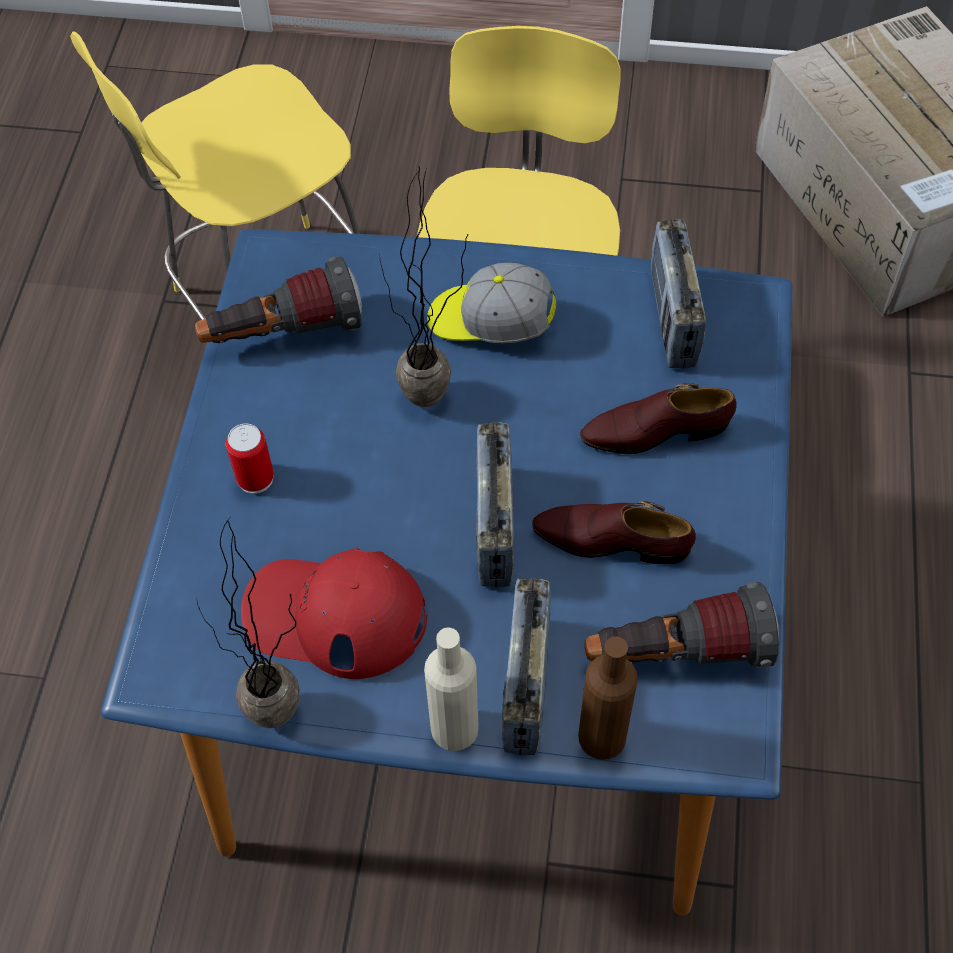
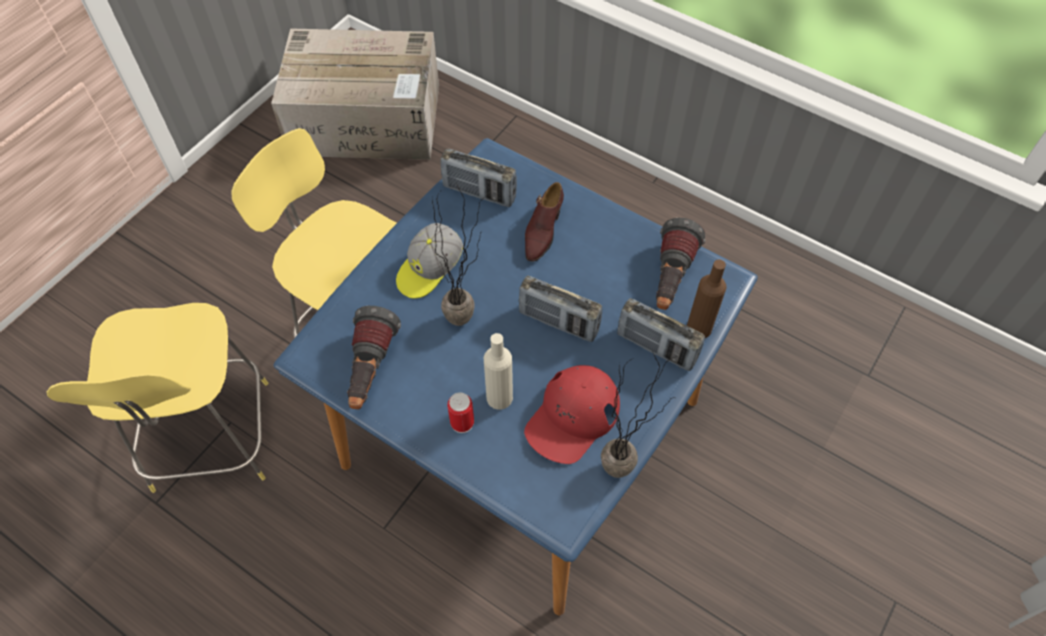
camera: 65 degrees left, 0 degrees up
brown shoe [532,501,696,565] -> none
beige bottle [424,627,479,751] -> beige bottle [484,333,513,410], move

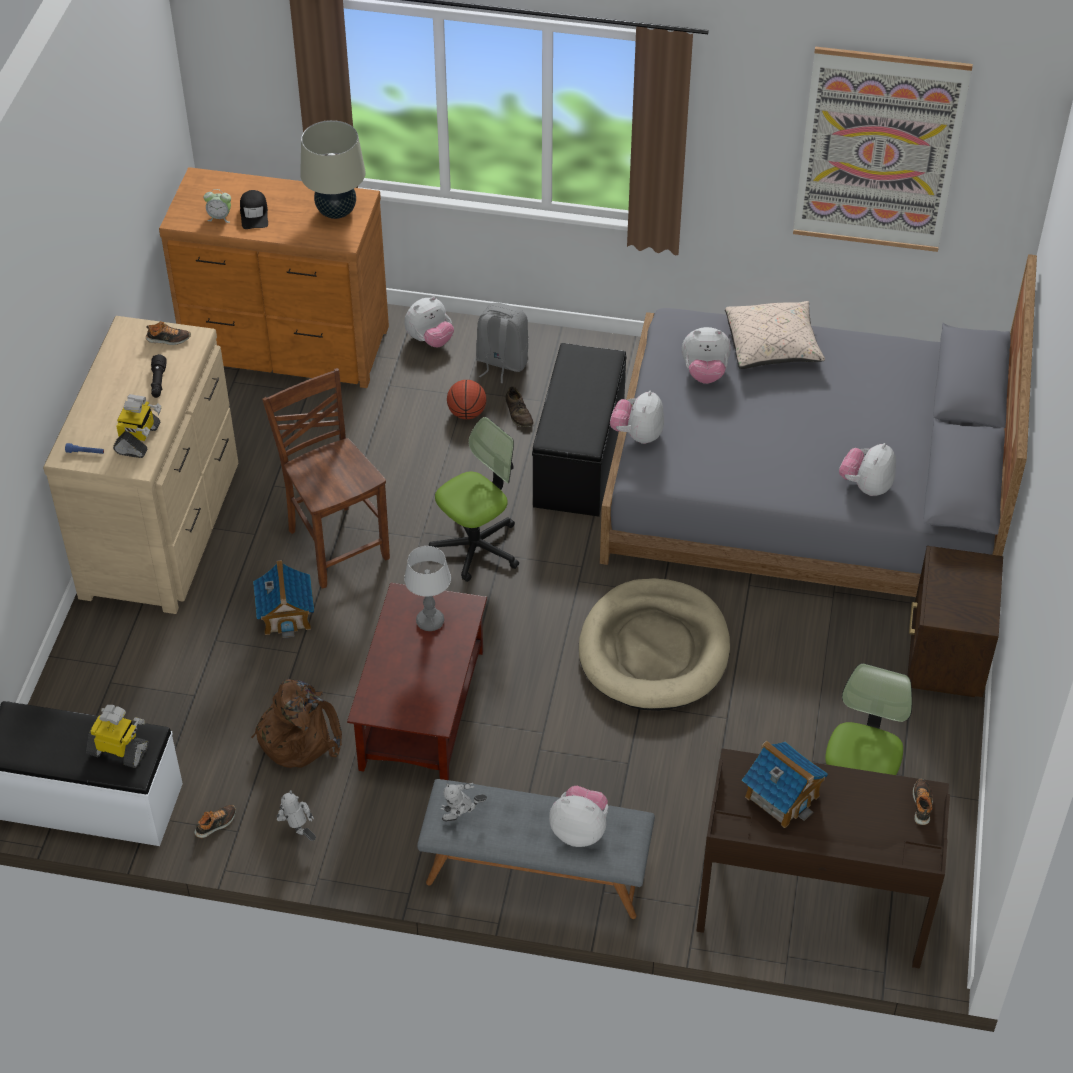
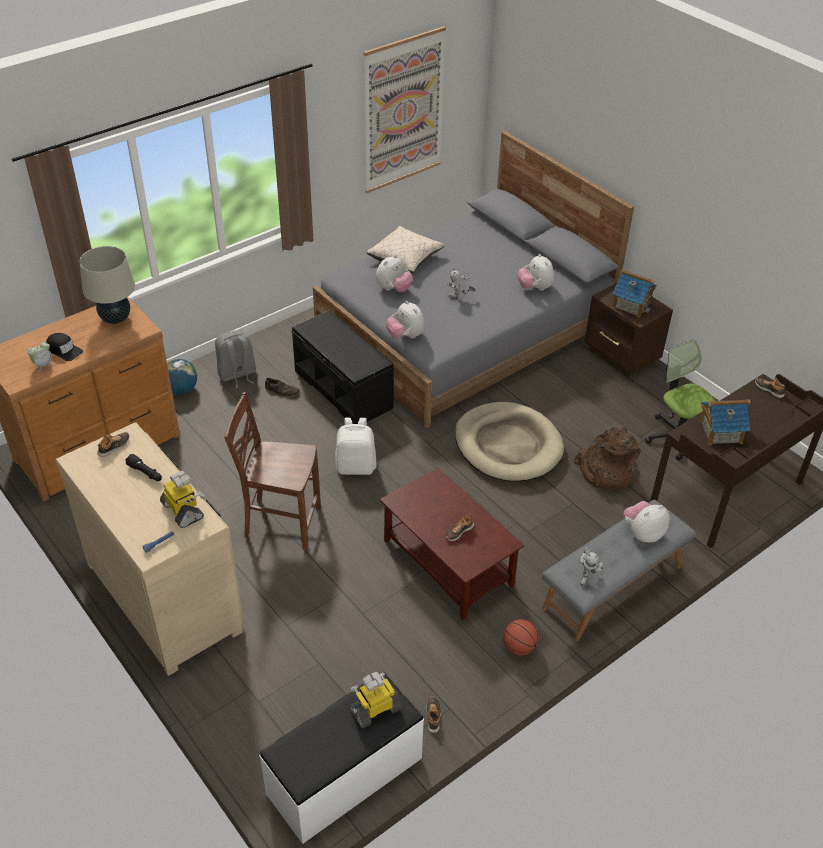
camera: 50 degrees left, 5 degrees down
table lamp [404,546,451,631] -> none
none -> shoe [445,515,474,541]
brown backpack [251,679,342,768] -> brown backpack [574,426,641,490], move
toy house [253,560,314,638] -> toy house [612,269,657,317], move
toy robot [277,790,316,841] -> toy robot [447,268,476,299], move
basketball [447,380,486,419] -> basketball [503,619,539,656], move
plush toy [404,296,454,347] -> globe [167,359,197,394]
office chair [428,417,519,582] -> white backpack [335,418,377,475]

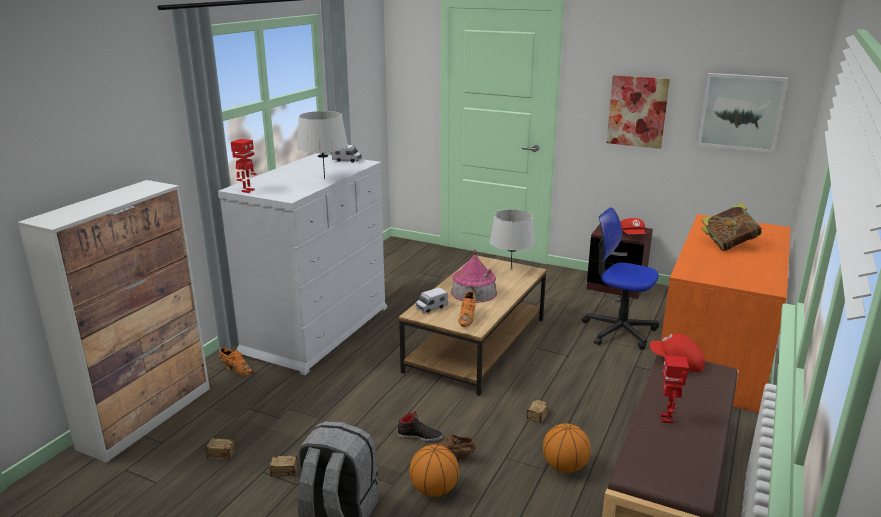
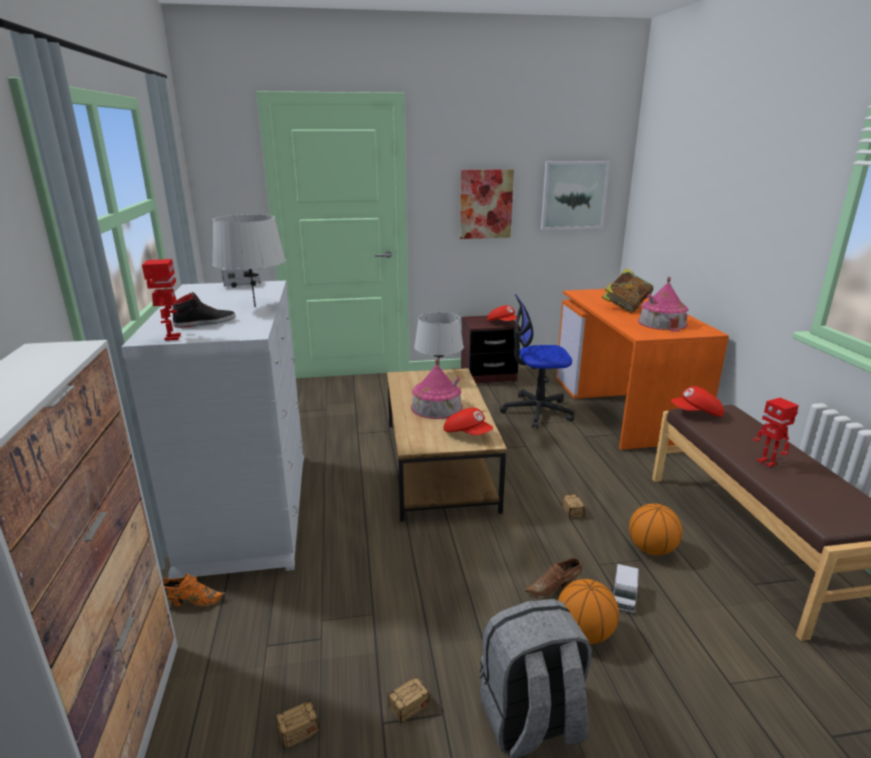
camera: 35 degrees left, 0 degrees up
none -> toy house [638,277,688,332]
black shoe [397,411,443,442] -> black shoe [172,292,236,328], move
toy truck [416,287,448,313] -> toy truck [611,564,640,613], move
orange shoe [458,291,476,327] -> red cap [444,408,493,435]

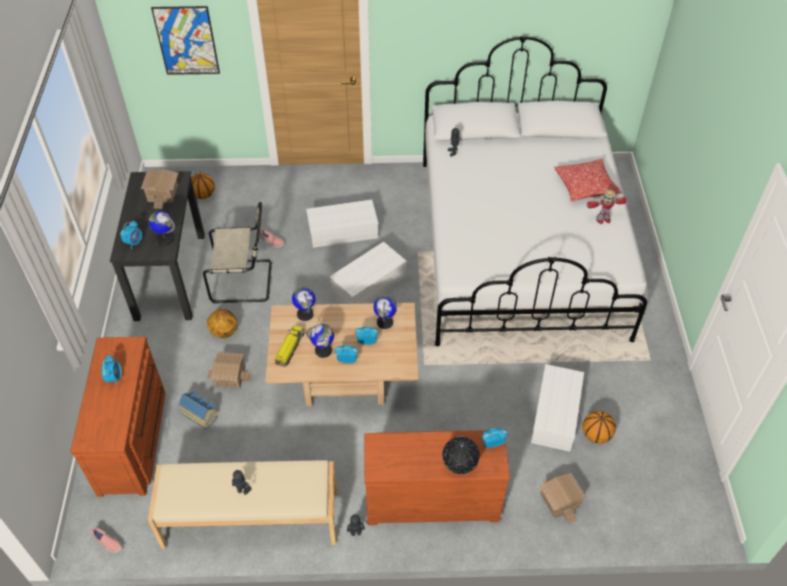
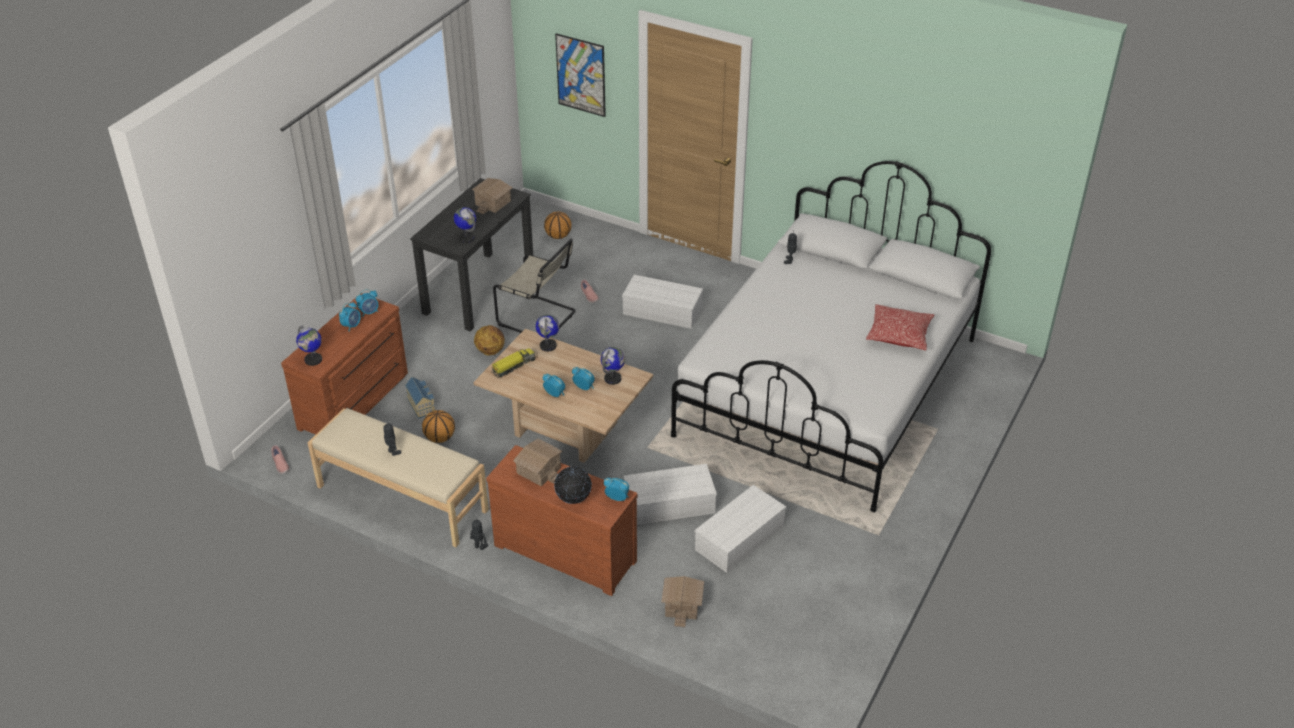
camera: 30 degrees right, 10 degrees down
toy robot [587,190,627,224] -> none
alarm clock [120,221,142,249] -> alarm clock [356,289,378,317], move
toy house [207,352,252,388] -> toy house [513,438,562,486], move
globe [306,324,334,358] -> globe [296,326,322,366], move
white storage box [329,242,407,304] -> white storage box [624,464,717,525], move
basketball [583,411,616,444] -> basketball [422,410,455,443], move

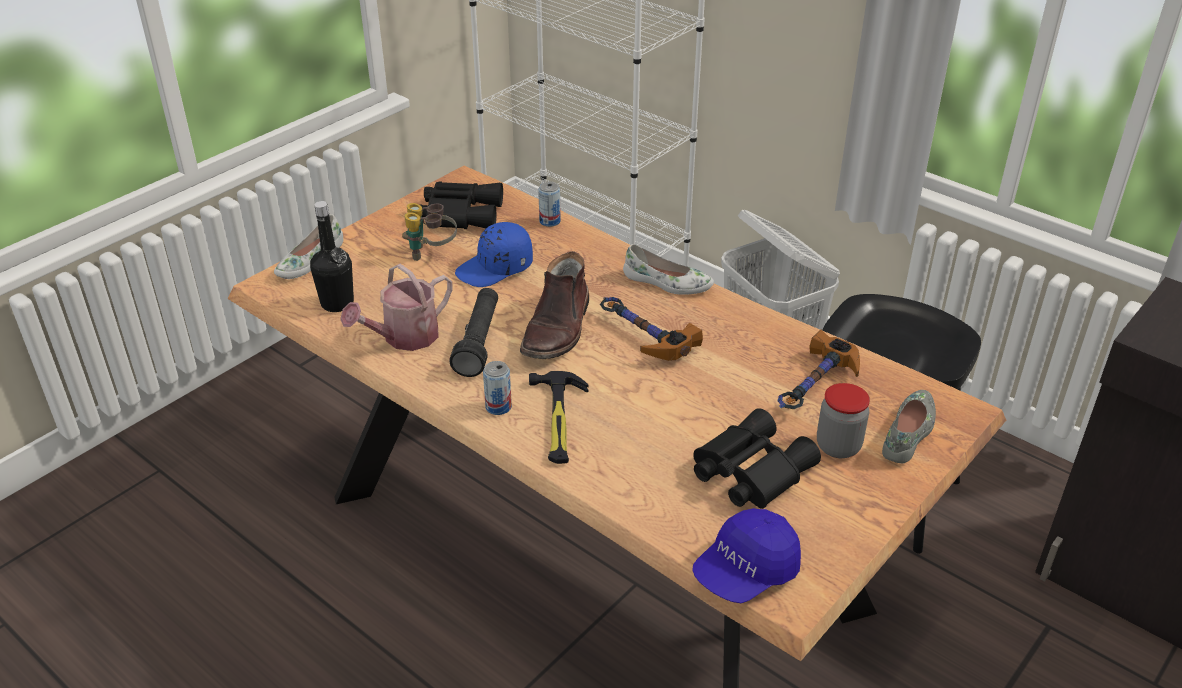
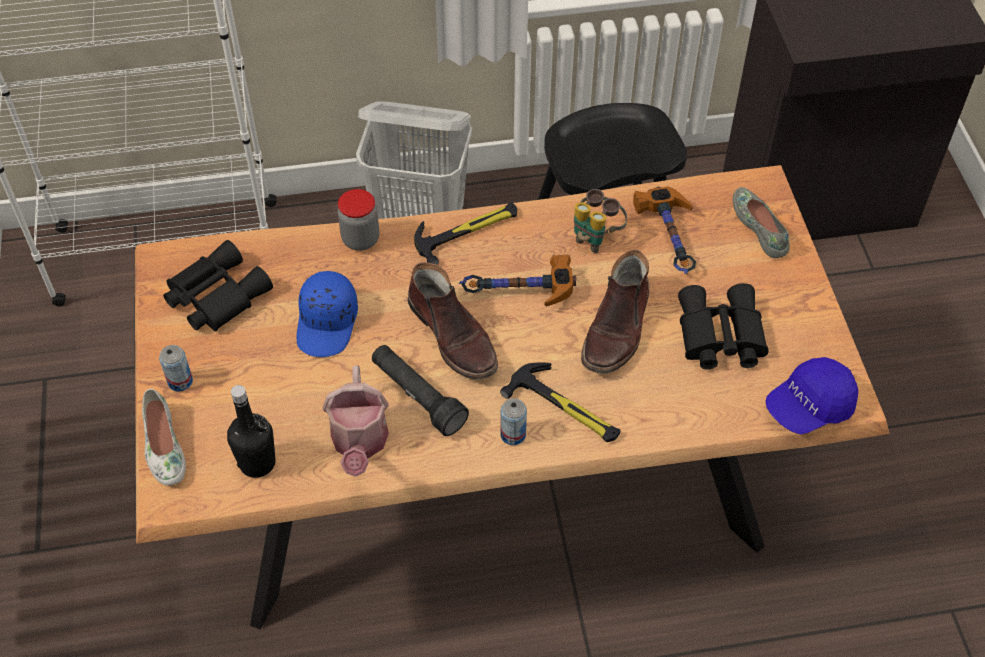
camera: 50 degrees left, 15 degrees up
none -> brown boot [581,250,649,374]
binoculars [402,203,457,261] -> binoculars [574,189,627,253], move
can [538,182,561,227] -> can [159,345,193,391], move
jar [817,383,870,458] -> jar [338,189,379,251], move
white shoe [623,244,714,295] -> hammer [414,202,517,265]
blue cap [692,508,801,603] -> blue cap [765,357,858,434], 60 degrees clockwise

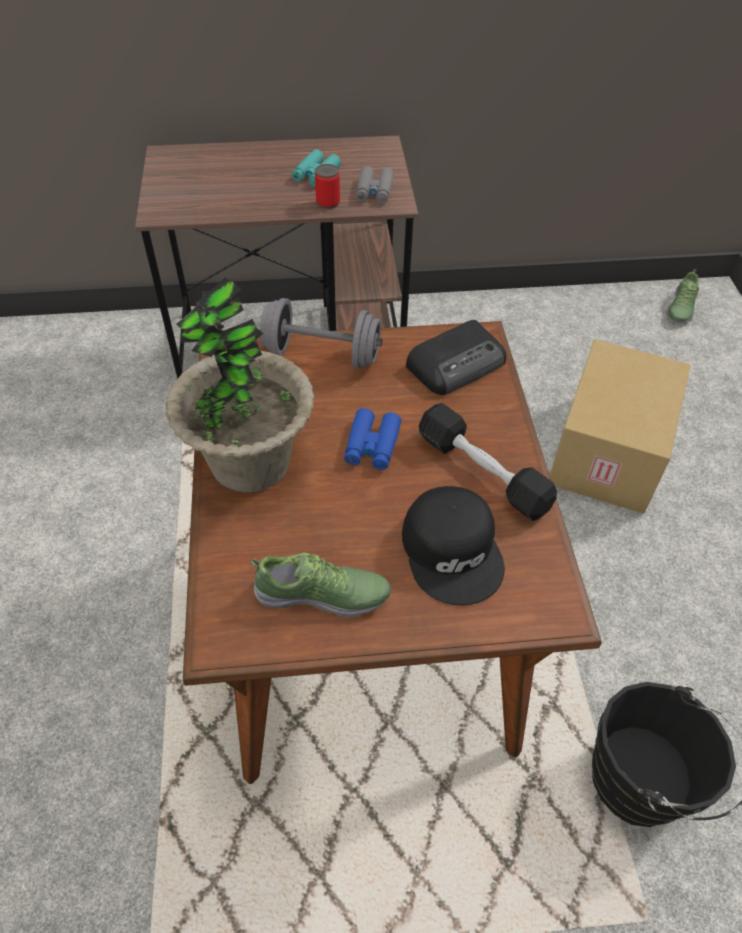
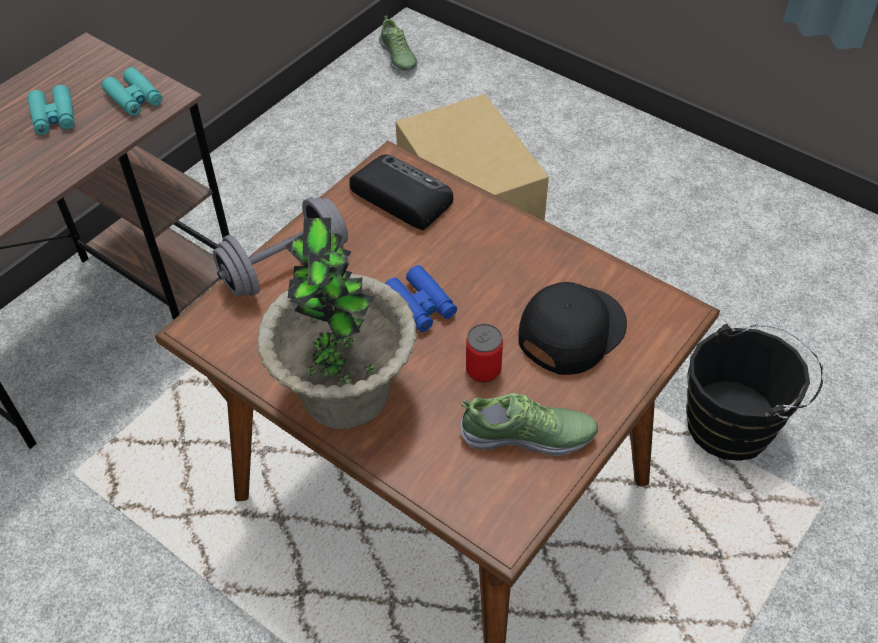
camera: 45 degrees left, 0 degrees up
black dumbbell [419,403,557,521] -> none
can [315,164,340,209] -> can [466,324,503,383], move
grey binoculars [356,166,394,203] -> turquoise binoculars [102,67,162,116]
shoe [251,553,391,617] -> shoe [460,393,598,456], 45 degrees clockwise
black cap [402,486,505,606] -> black cap [518,282,627,375], 75 degrees counterclockwise
radio [406,320,506,395] -> radio [349,154,453,230], 60 degrees counterclockwise

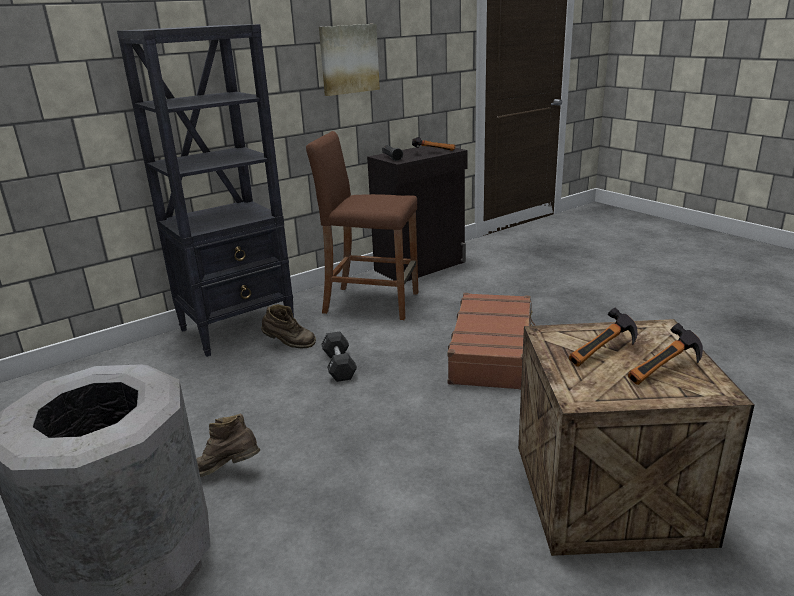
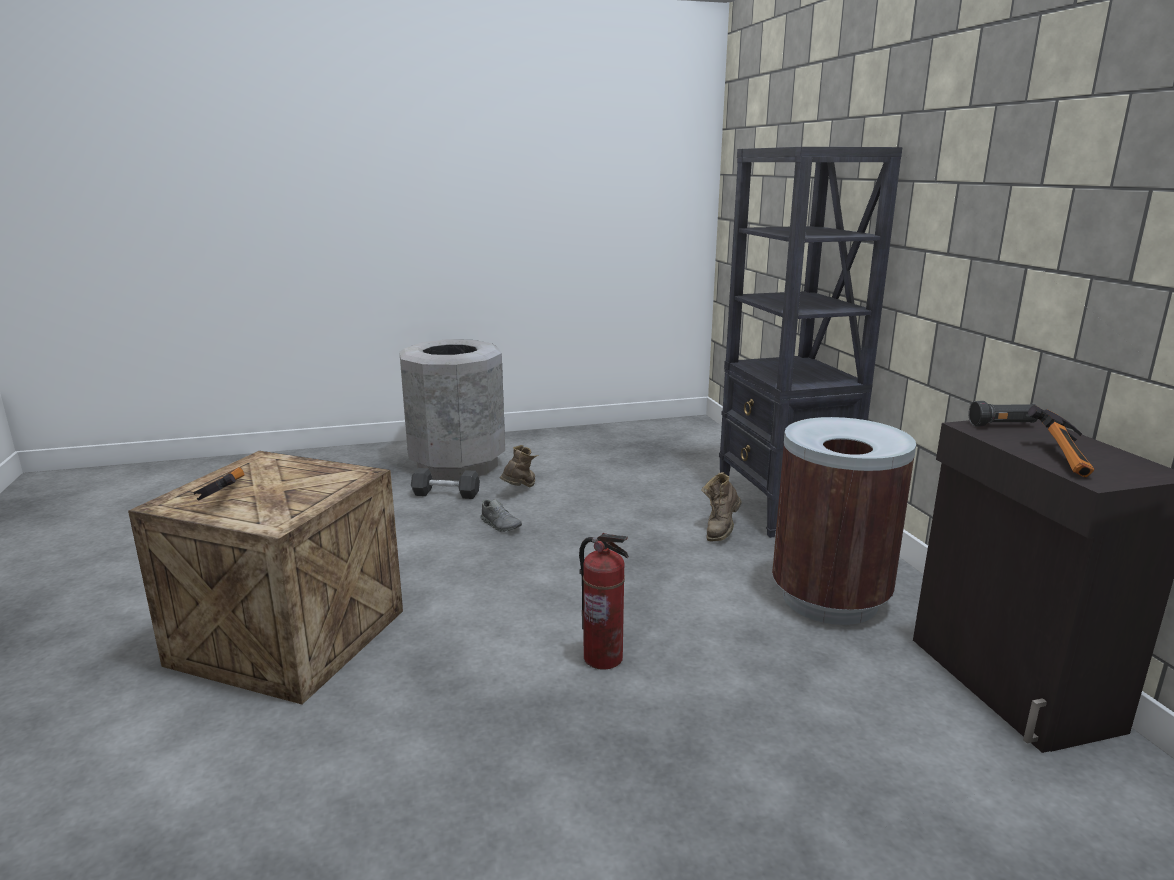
camera: 110 degrees right, 5 degrees down
picture [319,24,380,96] -> none
hammer [569,308,637,367] -> none
none -> grey shoe [480,499,522,532]
black dumbbell [321,331,357,382] -> black dumbbell [411,468,480,499], move
brown stool [306,131,418,320] -> brown trash can [772,417,916,625]
brown suitcase [447,293,535,390] -> fire extinguisher [579,533,629,670]

